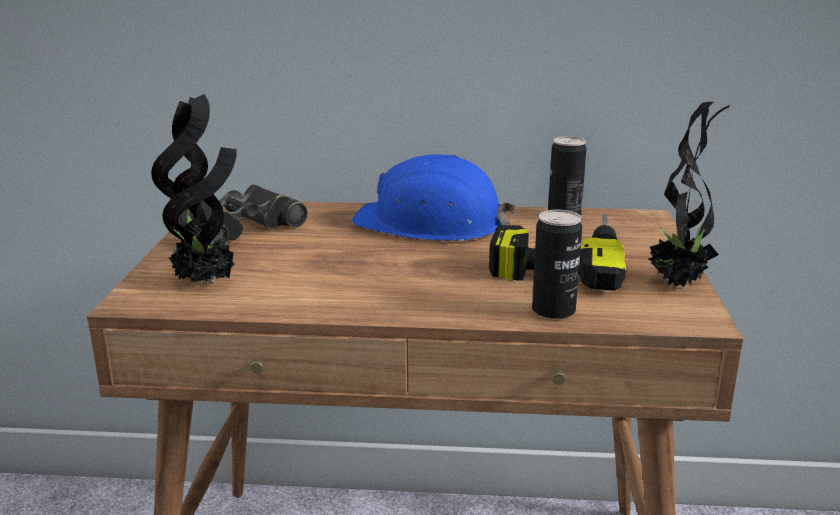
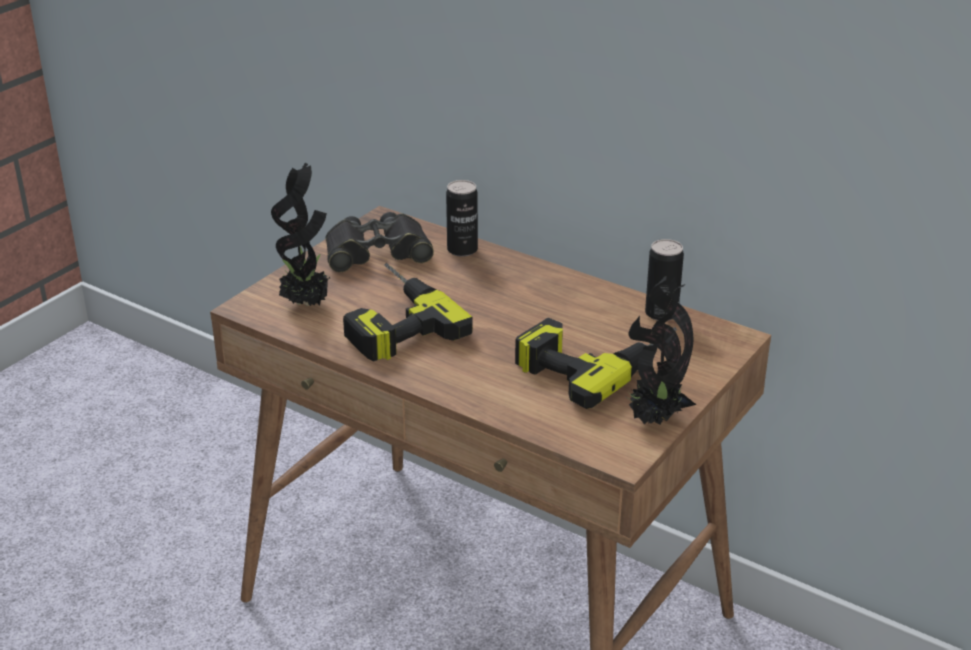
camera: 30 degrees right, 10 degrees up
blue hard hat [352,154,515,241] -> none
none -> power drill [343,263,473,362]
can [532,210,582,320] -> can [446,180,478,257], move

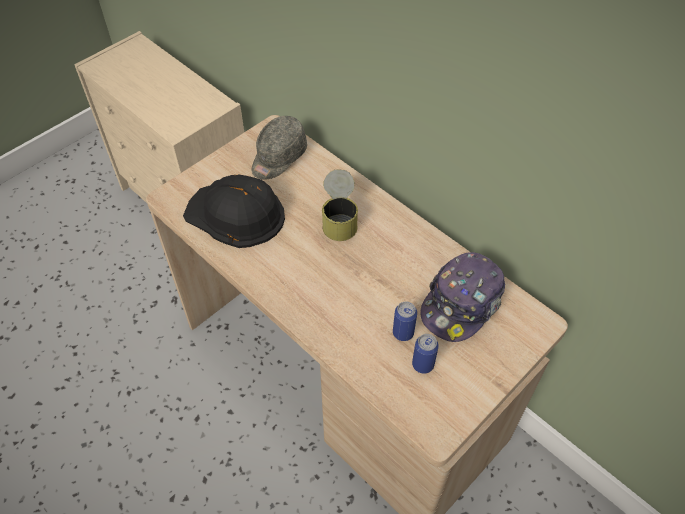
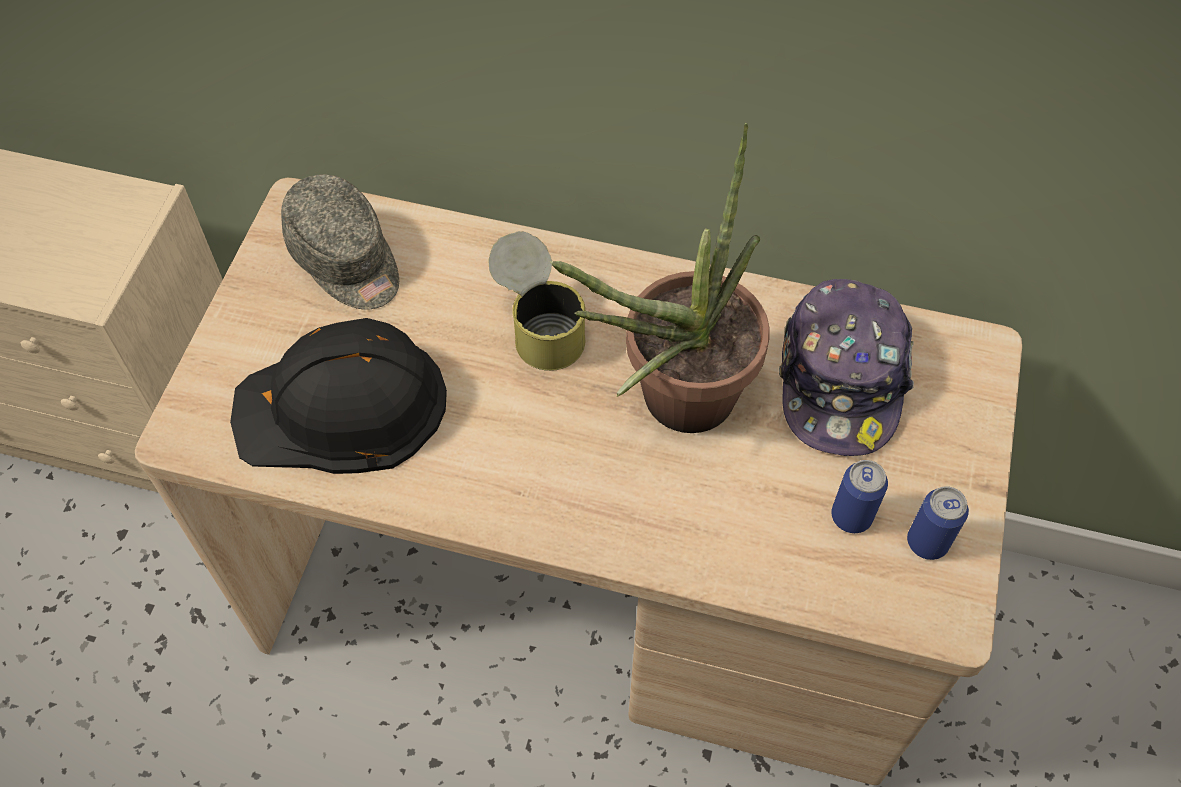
camera: 30 degrees left, 5 degrees up
none -> potted plant [549,122,770,433]
can [393,301,417,341] -> can [907,486,969,560], move
grey cap [251,116,307,180] -> grey cap [281,174,399,310], 45 degrees counterclockwise

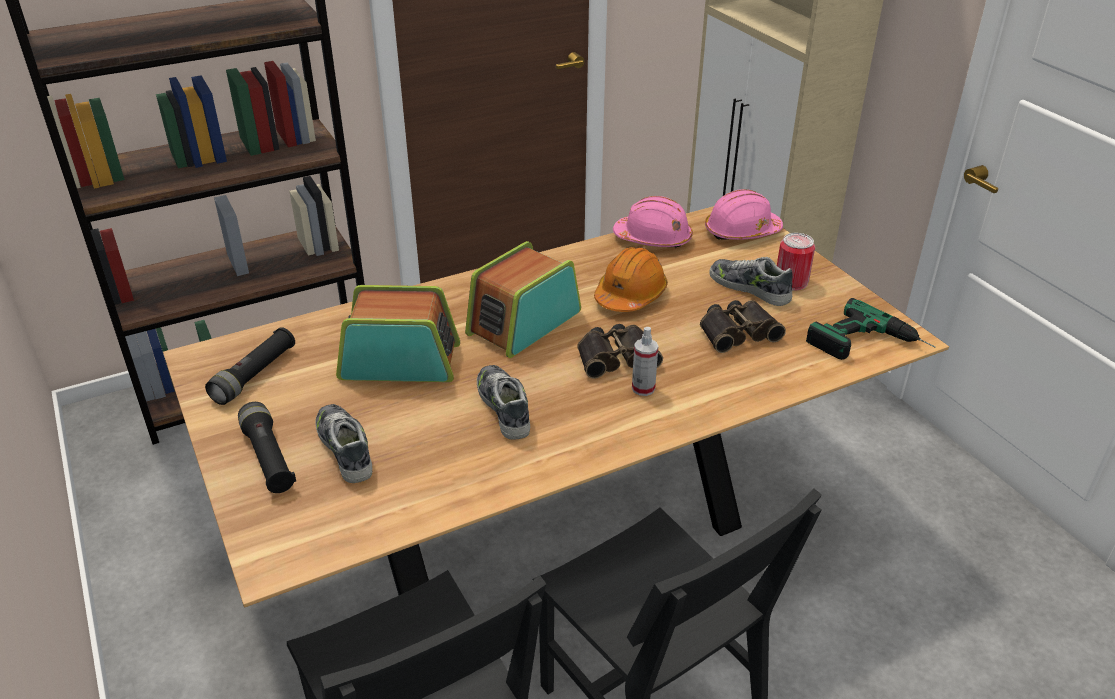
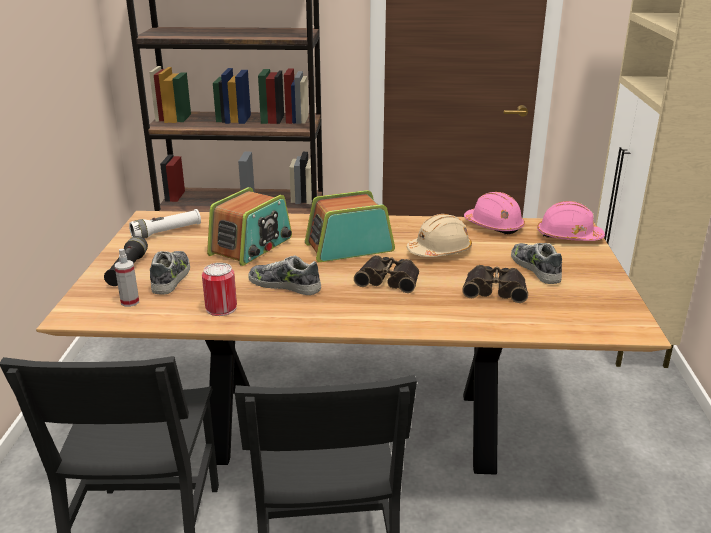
camera: 30 degrees right, 10 degrees down
power drill [806,298,936,360] -> none
spray bottle [632,327,658,396] -> spray bottle [115,249,139,307], move
can [777,233,815,291] -> can [202,263,237,316], move
black flashlight [205,327,295,405] -> white flashlight [129,209,201,239]
orange hard hat [594,247,668,312] -> beige hard hat [407,214,472,257]
radio [336,285,460,382] -> radio [207,187,292,266], 90 degrees clockwise
shoe [477,365,530,440] -> shoe [248,255,321,295], 75 degrees counterclockwise

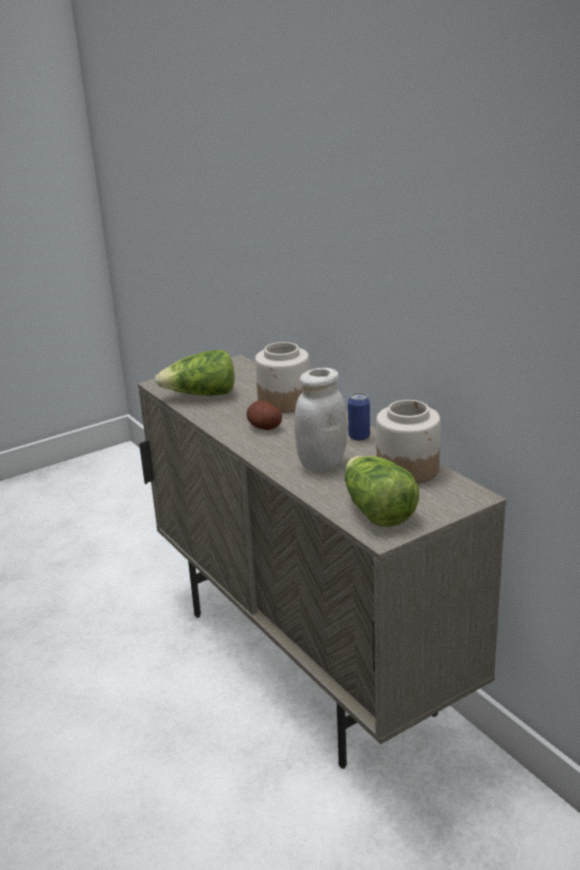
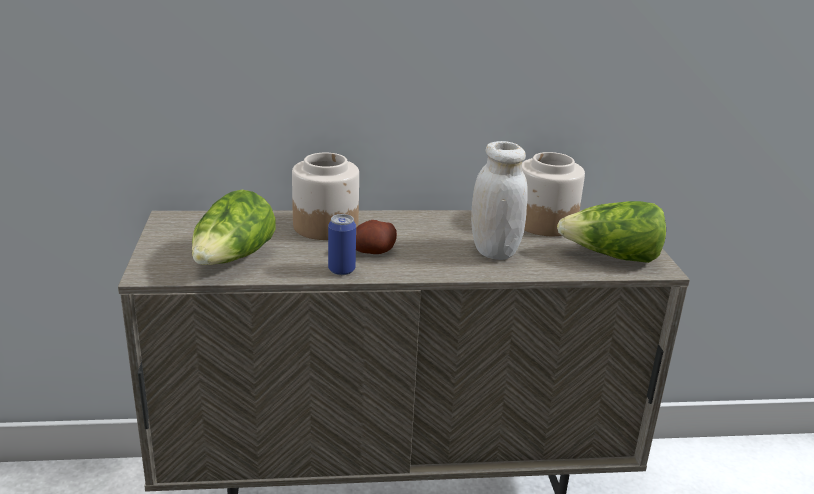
camera: 65 degrees left, 0 degrees up
can [348,392,370,441] -> can [328,214,356,275], move

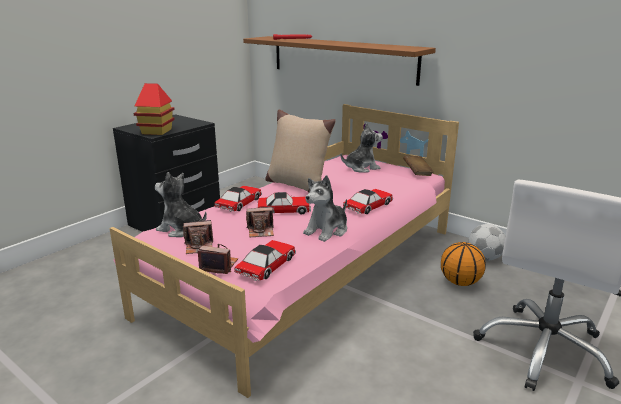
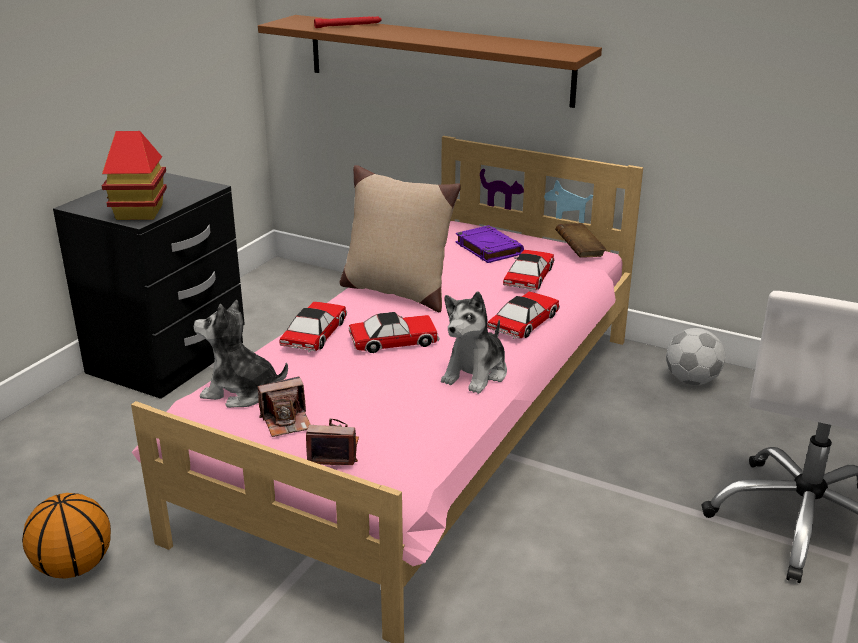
camera: 10 degrees left, 5 degrees up
photo camera [246,206,274,237] -> none
toy car [234,240,296,281] -> toy car [503,250,554,291], move
basketball [441,242,486,286] -> basketball [22,493,111,579], move
plush toy [341,123,383,173] -> purple book [456,225,524,263]

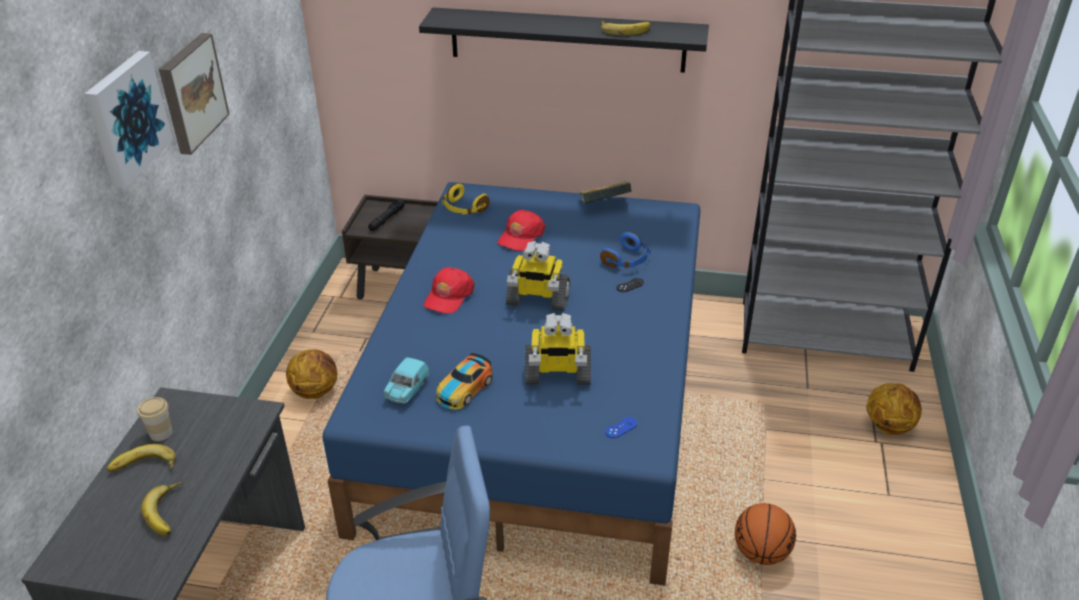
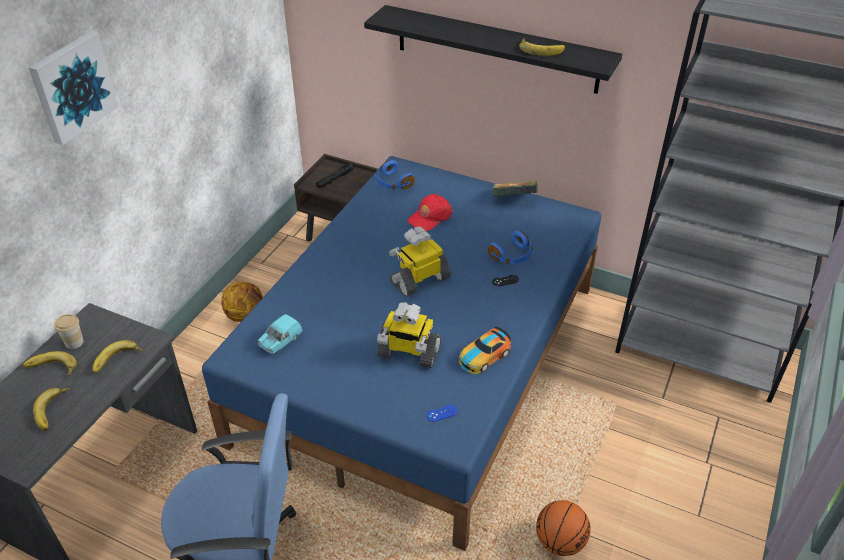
camera: 15 degrees right, 5 degrees up
picture [159,33,230,155] -> none
red cap [424,267,475,314] -> none
basketball [866,383,922,435] -> none
none -> banana [93,340,143,373]
toy car [436,353,492,410] -> toy car [459,326,511,374], move
yellow headphones [442,184,490,215] -> blue headphones [374,160,415,189]
toy robot [506,241,570,311] -> toy robot [389,227,451,297], 120 degrees clockwise

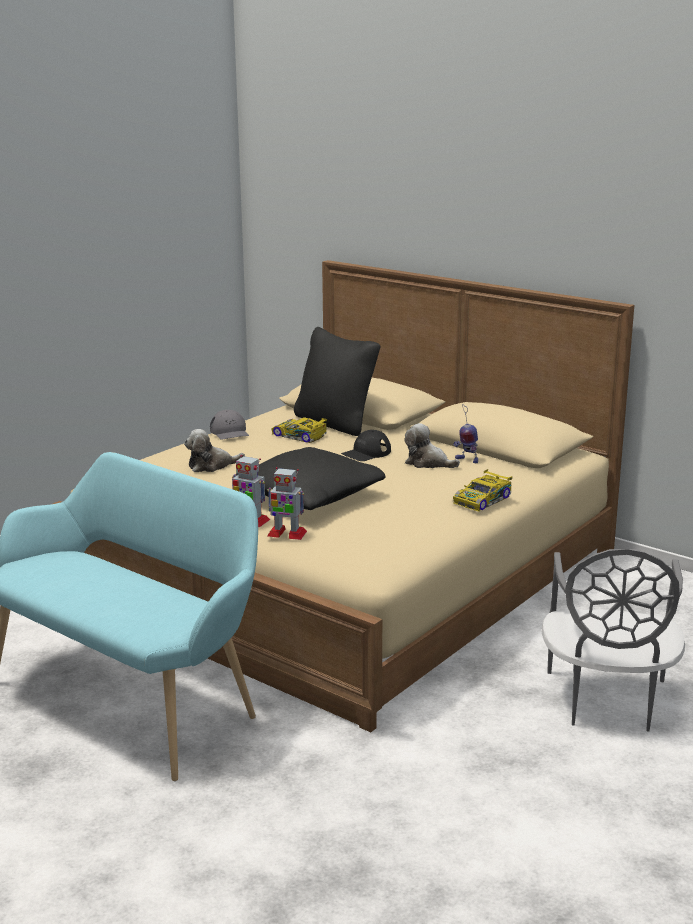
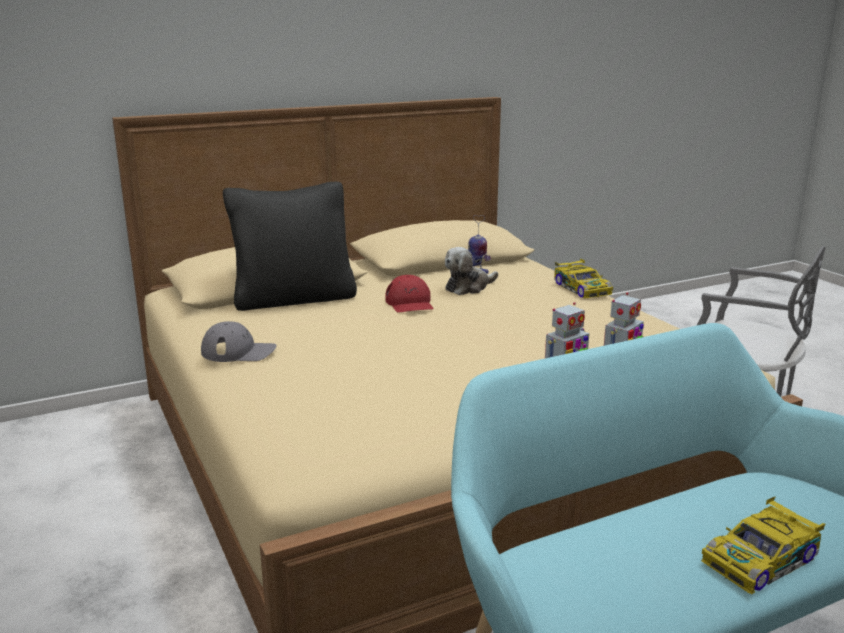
camera: 65 degrees left, 0 degrees up
plush toy [184,429,245,472] -> none
black pillow [236,447,386,510] -> none
toy car [271,417,327,443] -> toy car [701,496,825,594], move
black cap [341,430,391,461] -> red cap [385,275,433,312]

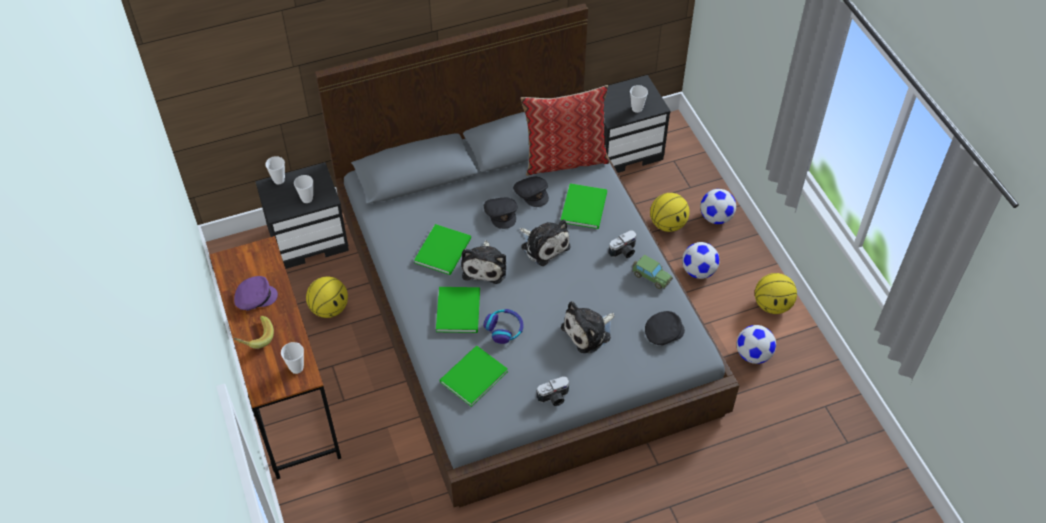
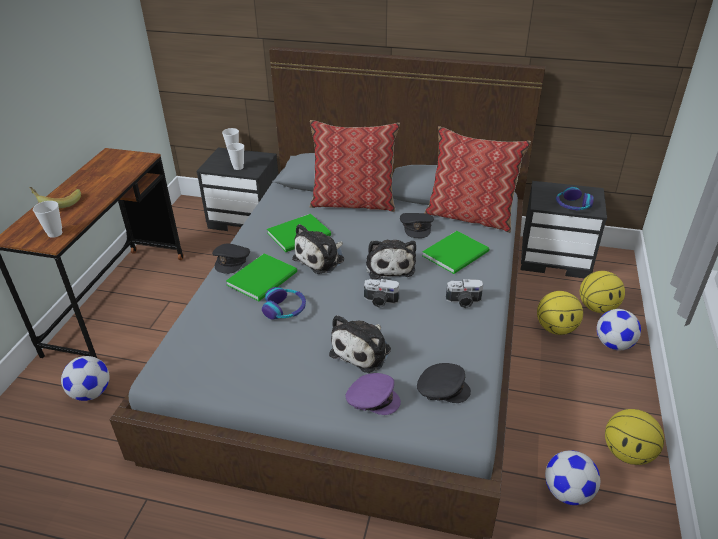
camera: 35 degrees right, 15 degrees down
green book [439,346,508,407] -> none
toy car [632,255,673,289] -> none
none -> pillow [310,120,400,212]
purple cap [234,276,278,311] -> purple cap [345,373,401,415], move
basketball [306,276,348,318] -> basketball [580,271,625,313], move
black cap [484,198,517,229] -> black cap [212,244,250,274], move
photo camera [537,376,569,406] -> photo camera [364,279,400,308], move
football [682,242,719,279] -> football [61,356,110,401], move
cup [630,85,648,113] -> headphones [556,187,594,210]
plush toy [561,301,614,353] -> plush toy [329,315,391,373], 60 degrees counterclockwise

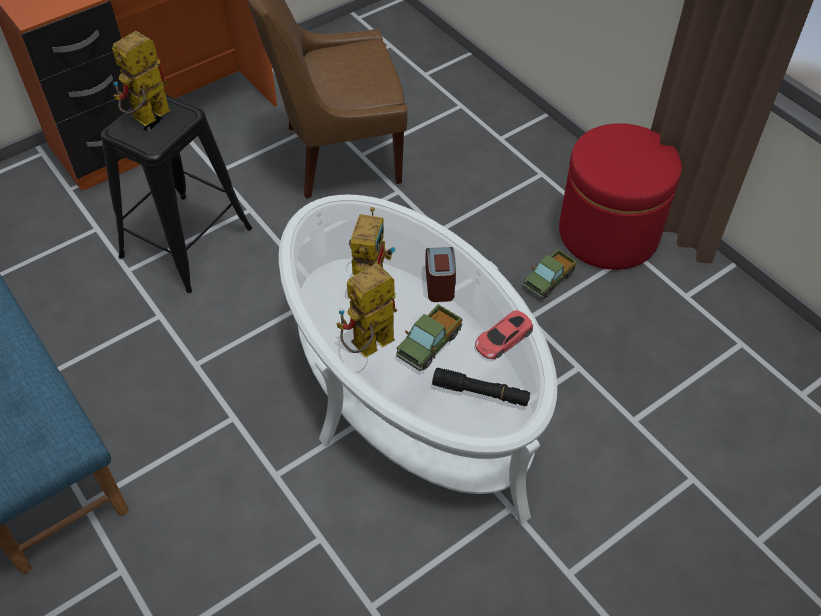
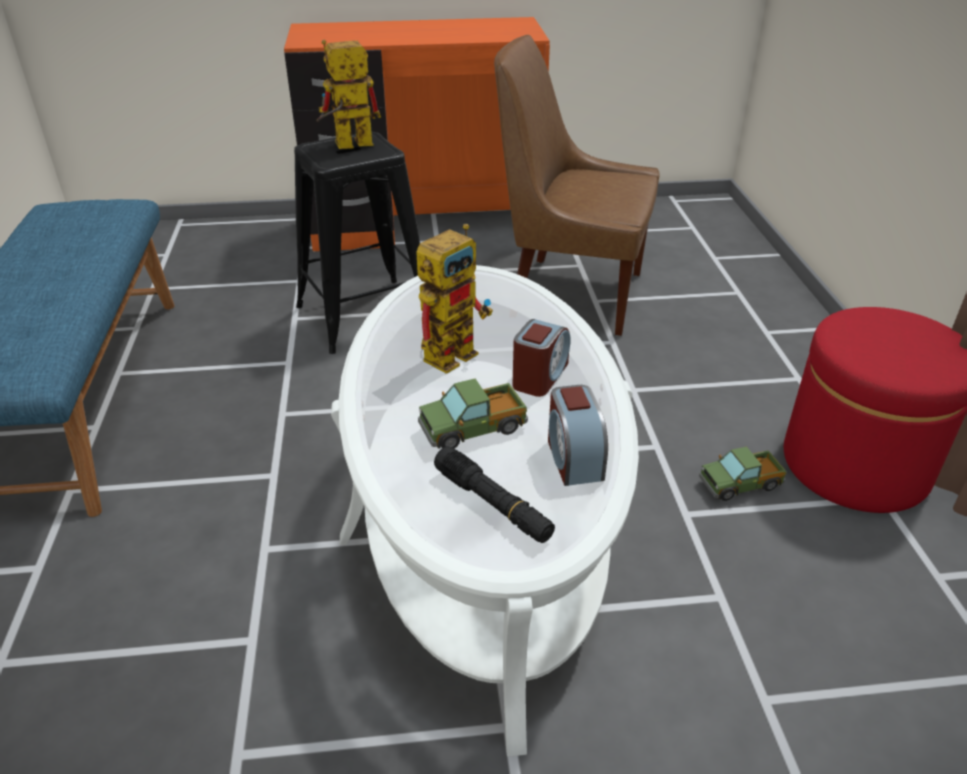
camera: 30 degrees right, 15 degrees down
toy robot [336,263,397,358] -> none
red toy car [475,310,533,359] -> alarm clock [548,385,608,486]

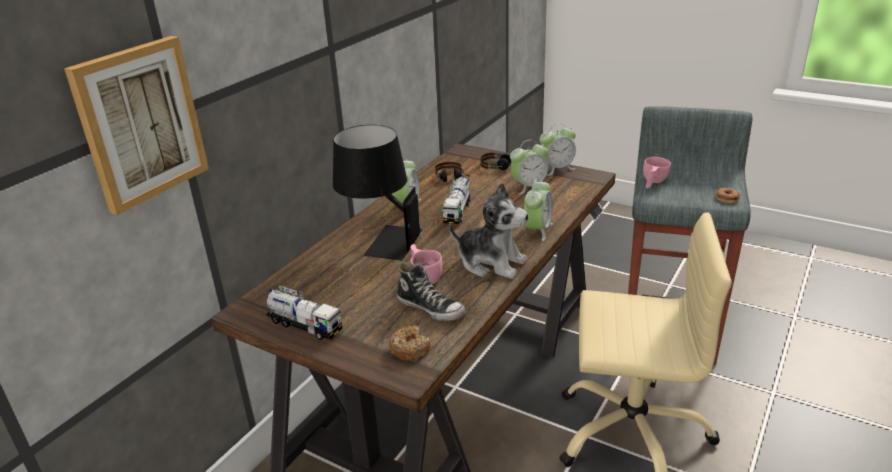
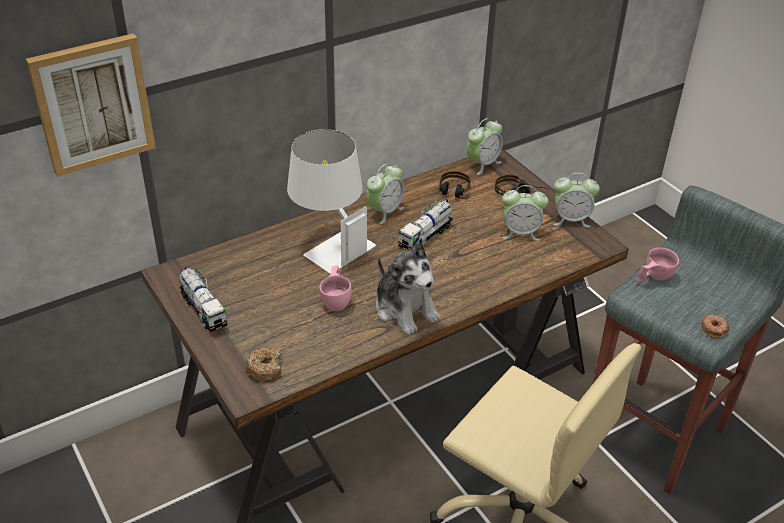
camera: 25 degrees right, 10 degrees up
shoe [397,262,466,321] -> none
alarm clock [524,178,553,241] -> alarm clock [467,118,503,175], move
black table lamp [333,125,422,260] -> white table lamp [287,129,376,274]

